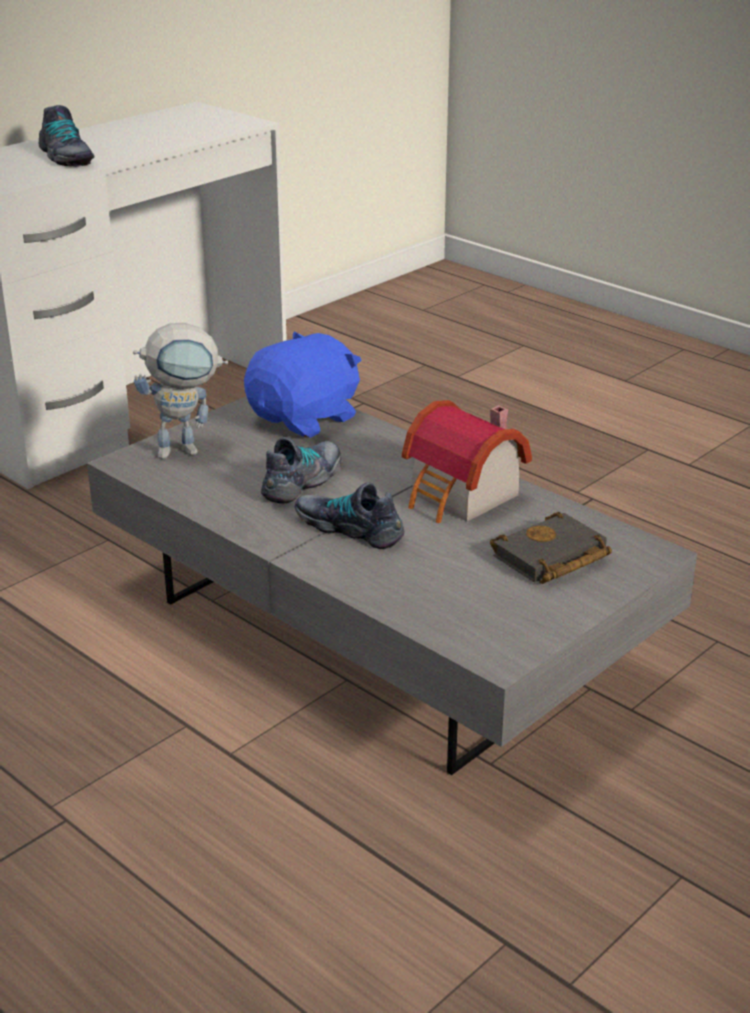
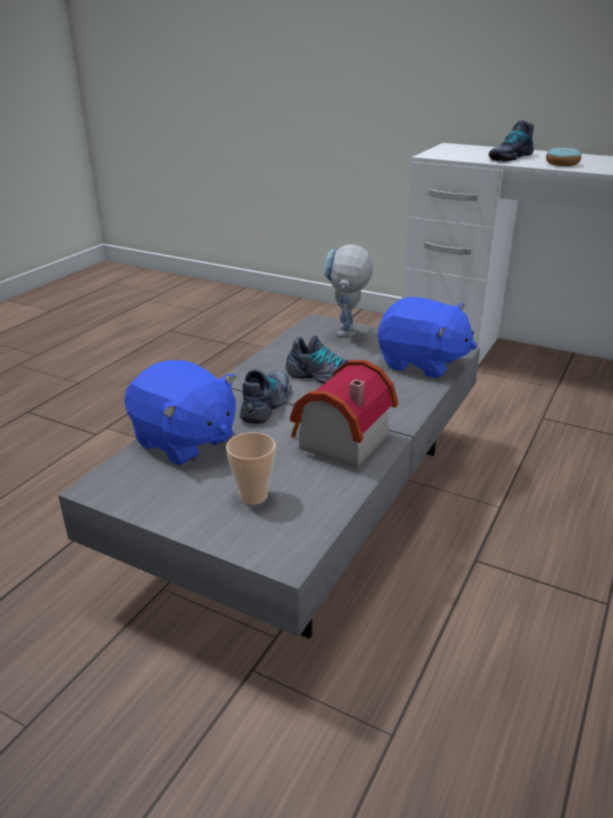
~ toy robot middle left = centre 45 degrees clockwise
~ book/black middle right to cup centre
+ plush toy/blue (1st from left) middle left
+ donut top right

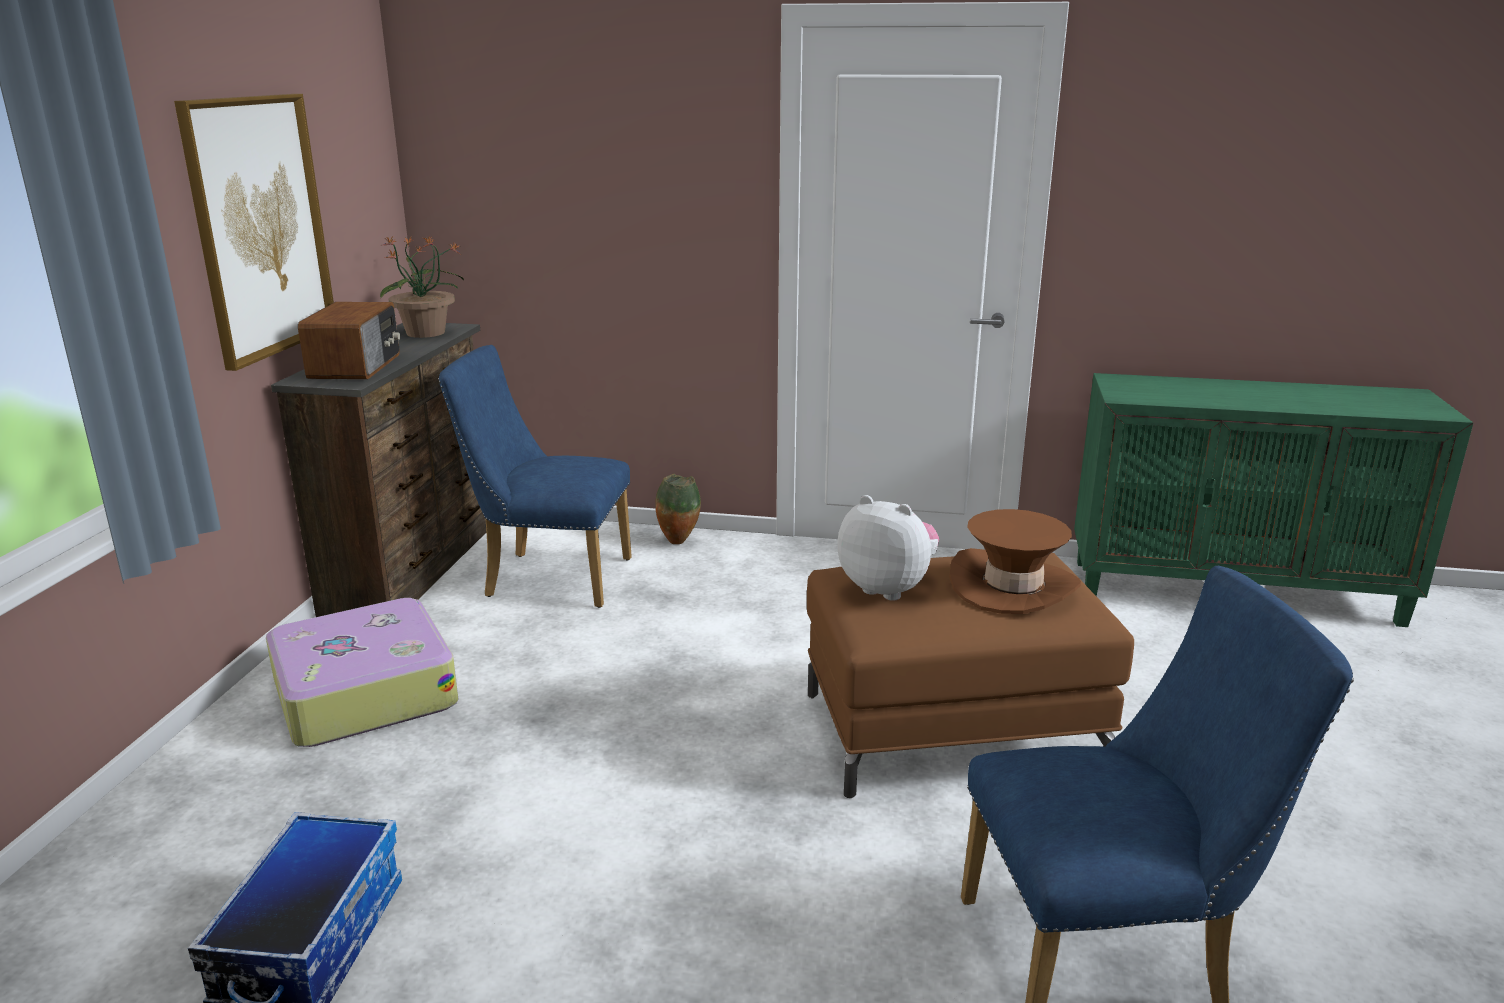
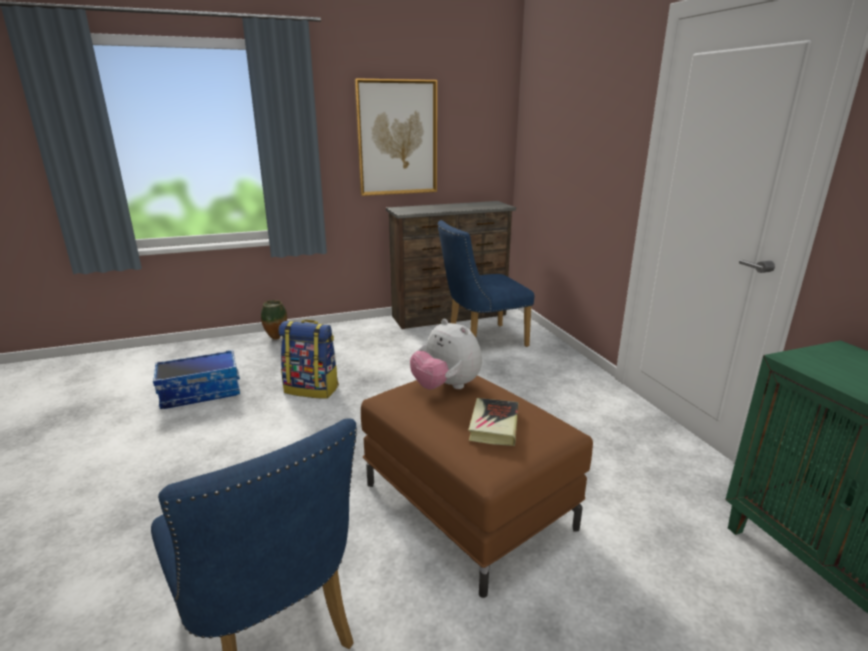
- suitcase bottom left
- radio middle left
- potted plant top left
~ chair/blue (1st from left in the first image) centre = centre 90 degrees counterclockwise
~ vase centre to middle left
~ plush toy centre = centre 135 degrees clockwise
~ hat/brown middle right to book centre
+ backpack centre

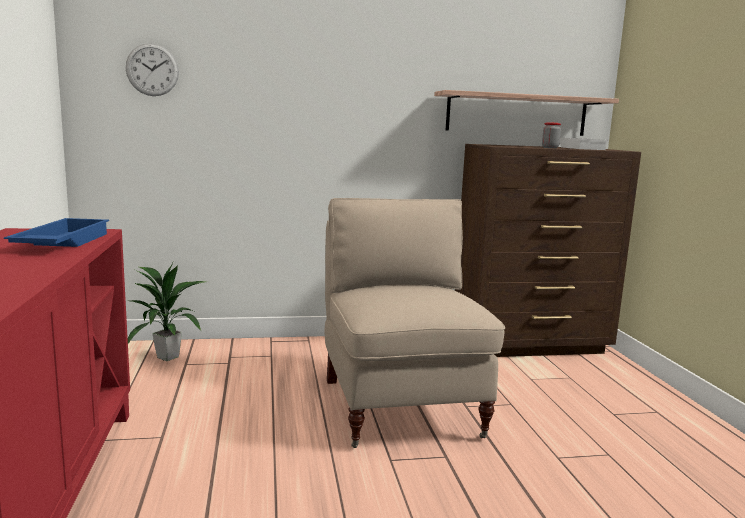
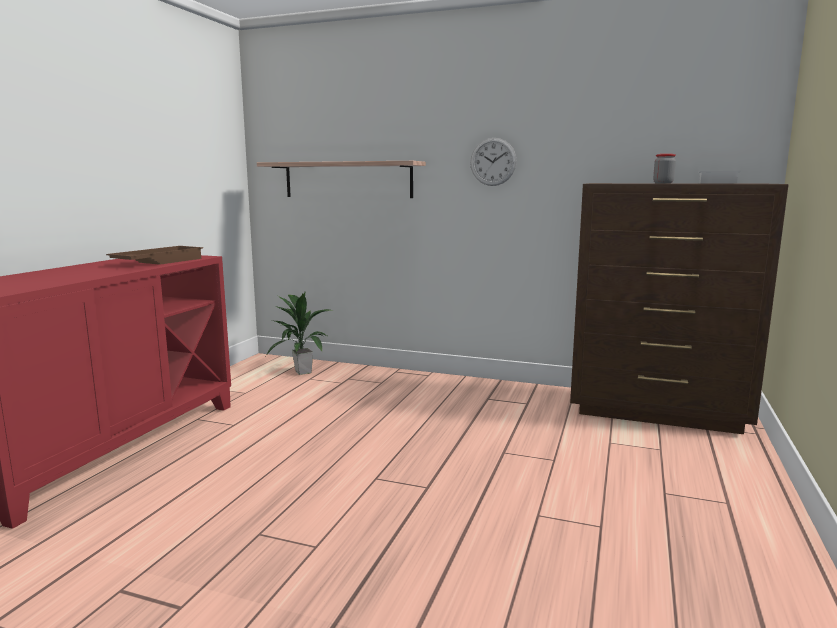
~ tray/blue middle left to tray/brown middle left
~ wall clock top left to top centre
- chair/beige centre
~ shelf top right to top centre

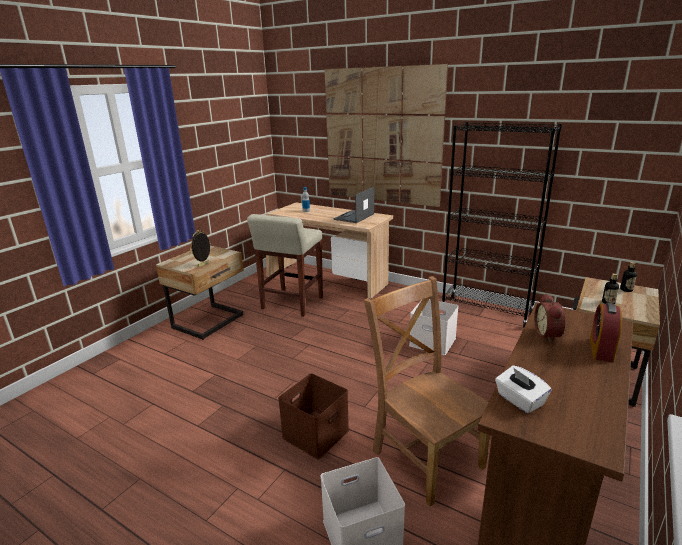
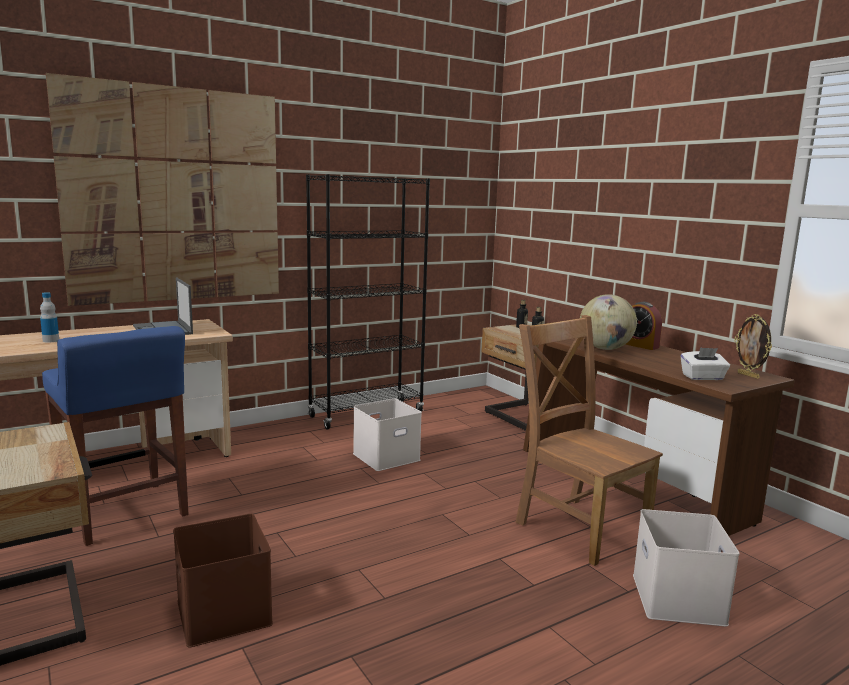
~ picture frame middle left to middle right
~ stool/beige centre to stool/blue middle left
~ storage box/brown bottom centre to bottom left
~ chair/brown bottom centre = middle right 60 degrees clockwise
~ alarm clock (1st from left) middle right to globe middle right

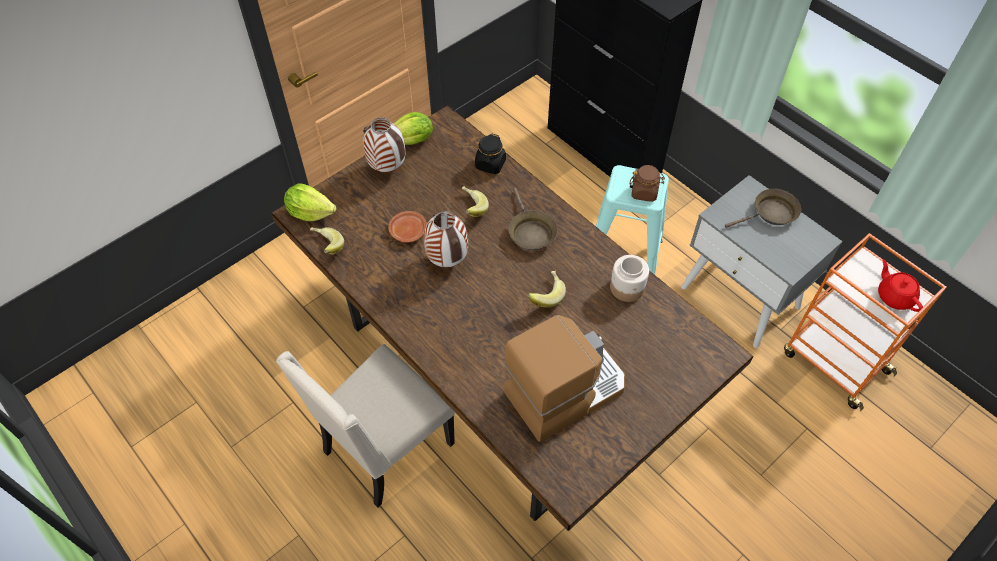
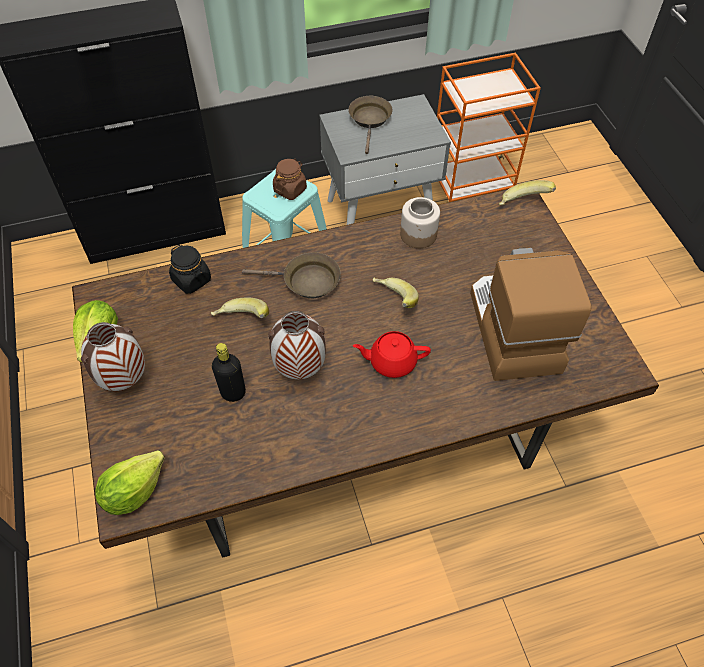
- chair/beige bottom centre
~ banana (1st from left in the first image) middle left to banana (3rd from left) top right
~ plate/brown centre to bottle/black middle left
~ teapot/red middle right to centre

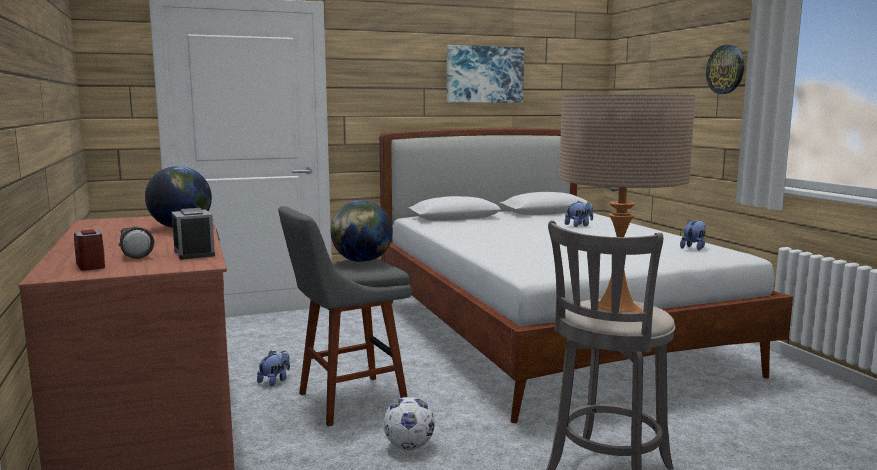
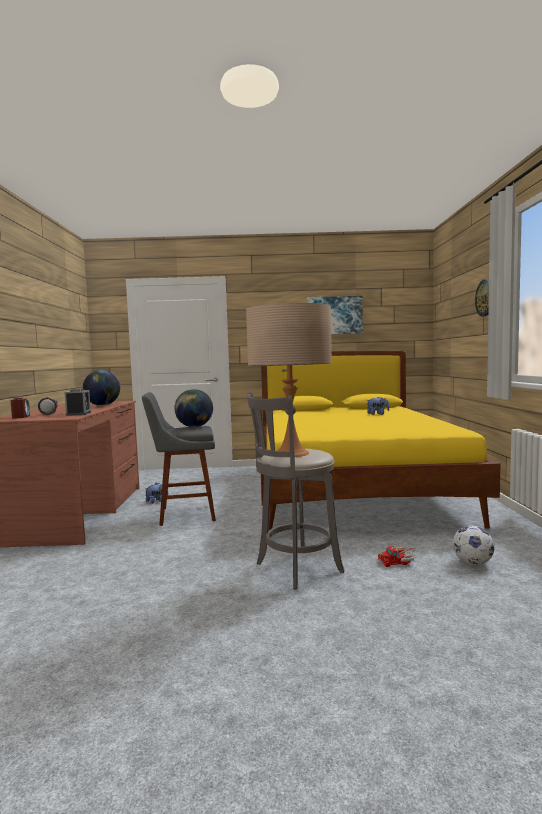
~ bed/white middle right to bed/yellow middle right
~ football bottom centre to bottom right
- plush toy (3rd from left) middle right
+ toy truck bottom right

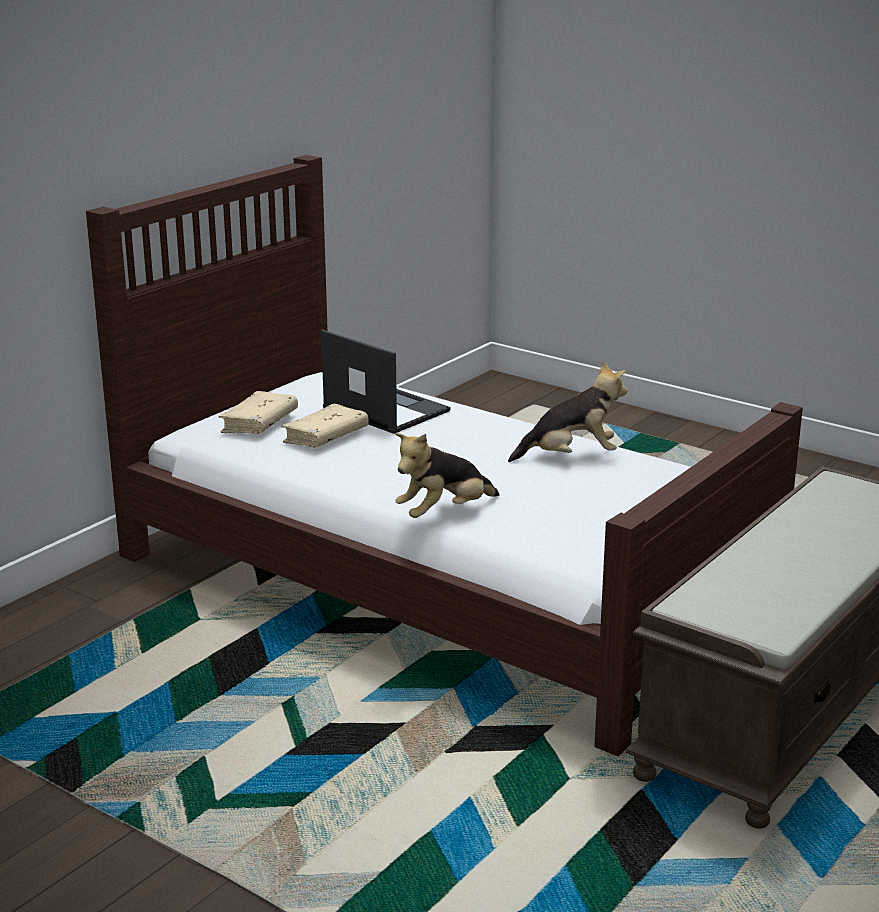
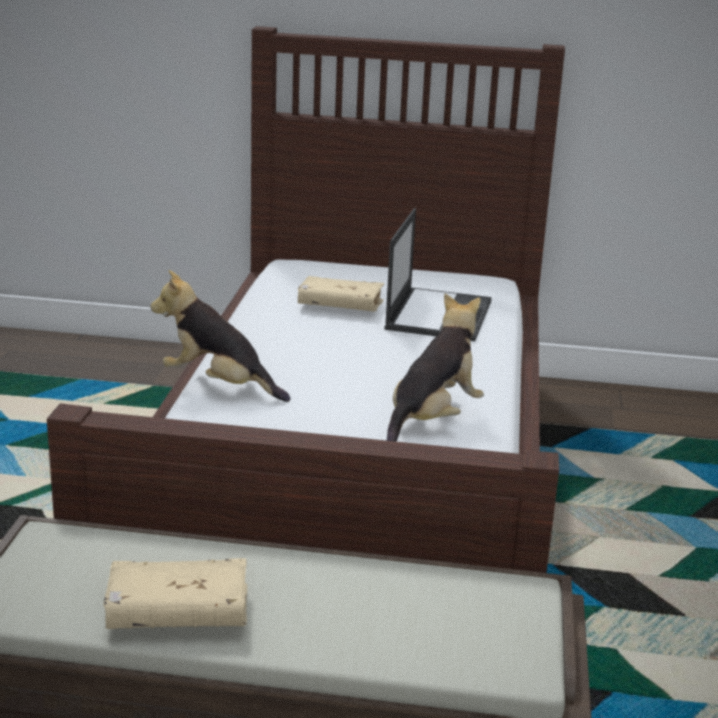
~ book/beige (1st from left) middle left to bottom left
~ plush toy (2nd from left) centre = centre 105 degrees counterclockwise

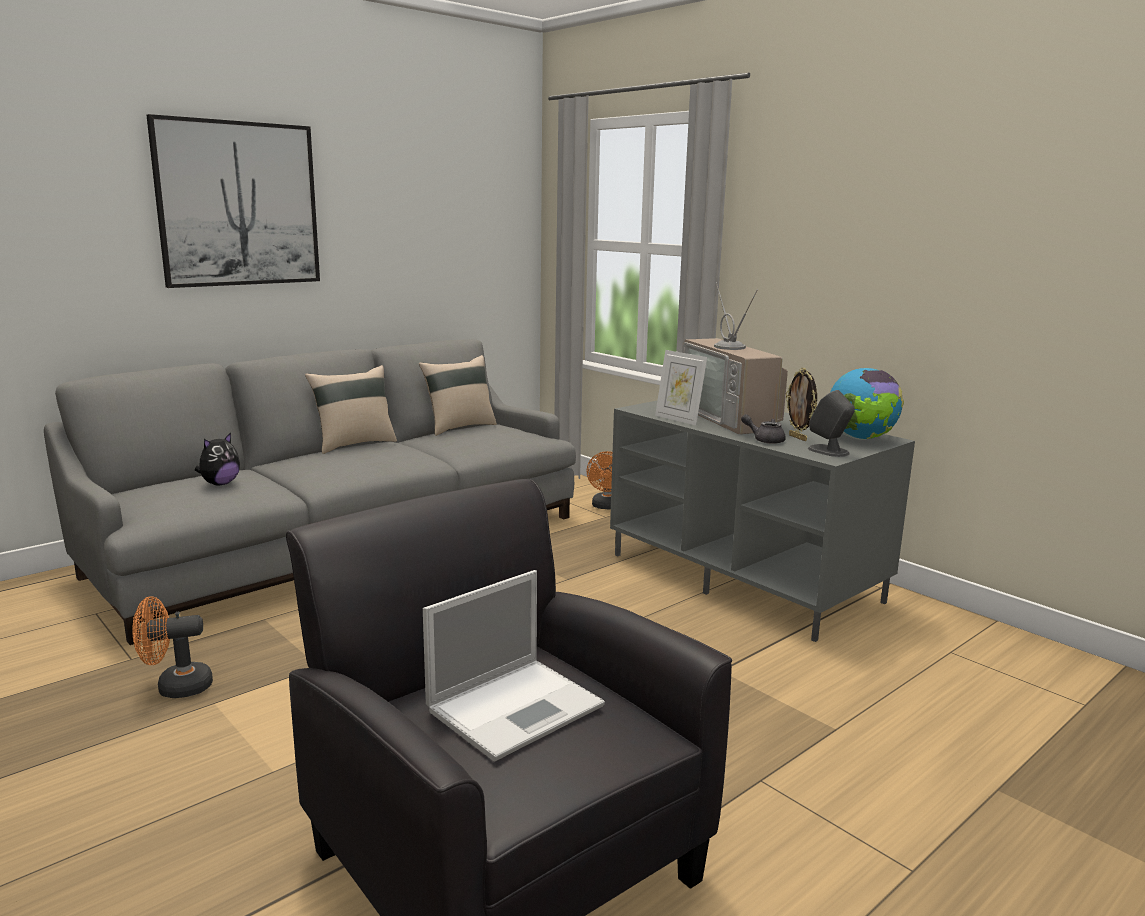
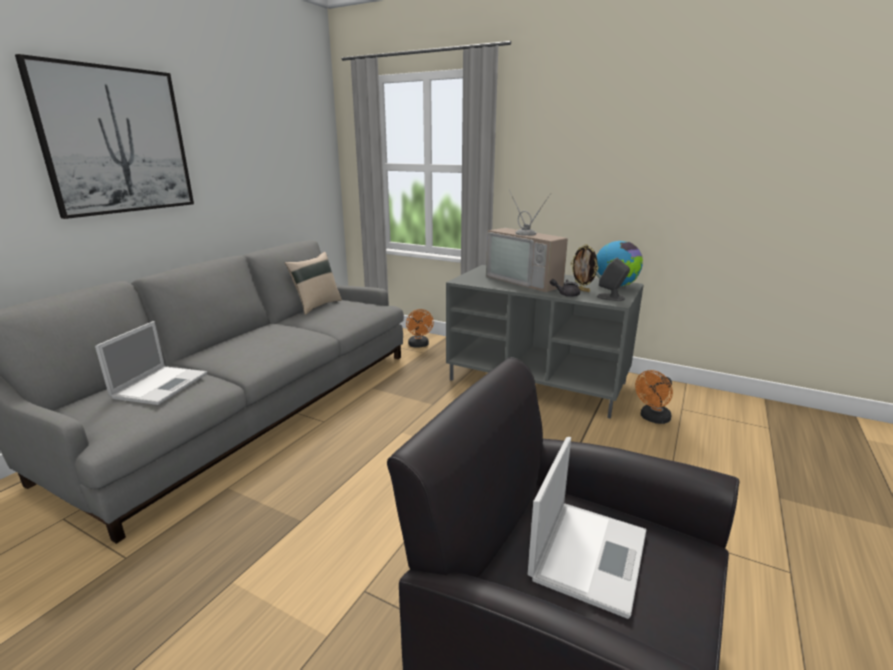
~ fan/orange (1st from left in the first image) bottom left to fan/orange (2nd from left) middle right
~ plush toy middle left to laptop (1st from left) middle left
- pillow/beige (1st from left) middle left
- picture frame (1st from left) centre

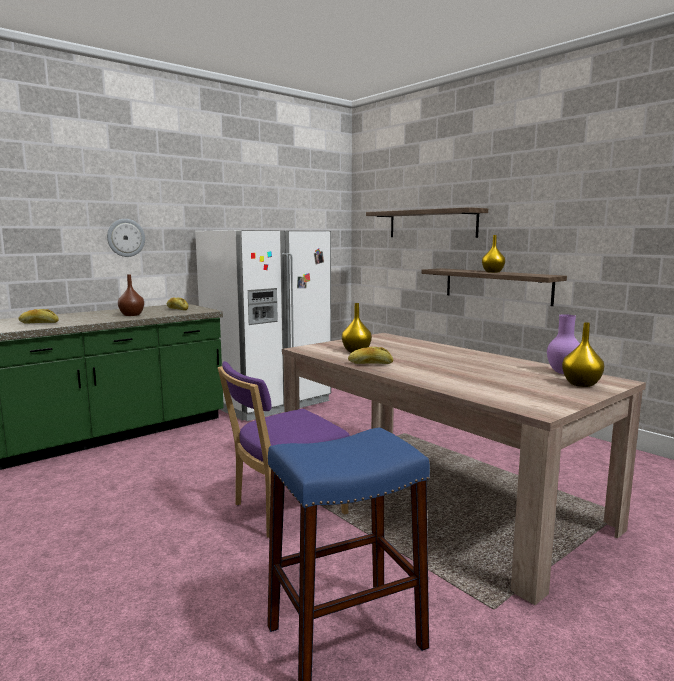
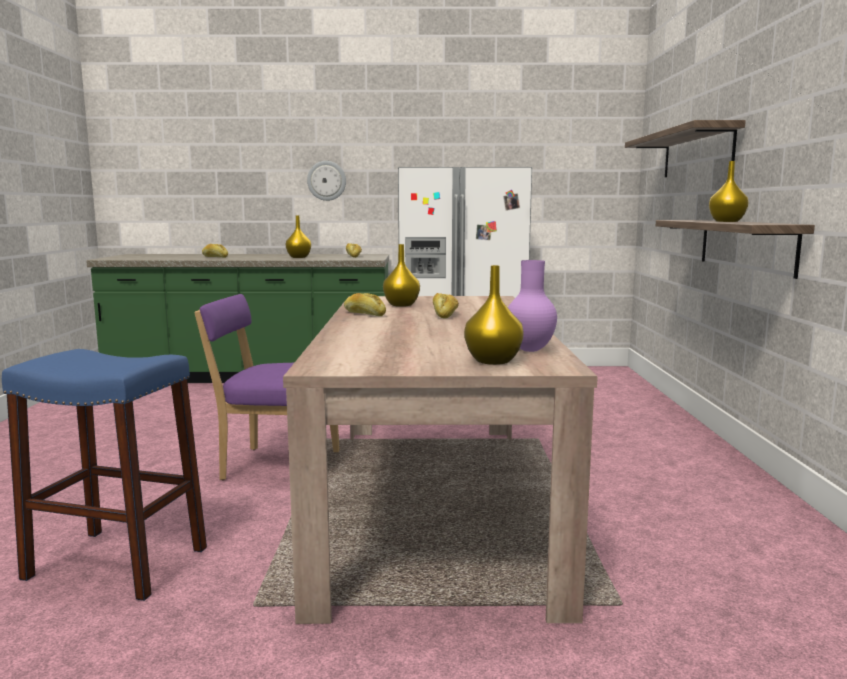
~ vase/brown middle left to vase/yellow (1st from left) centre
+ bread (4th from left) centre

